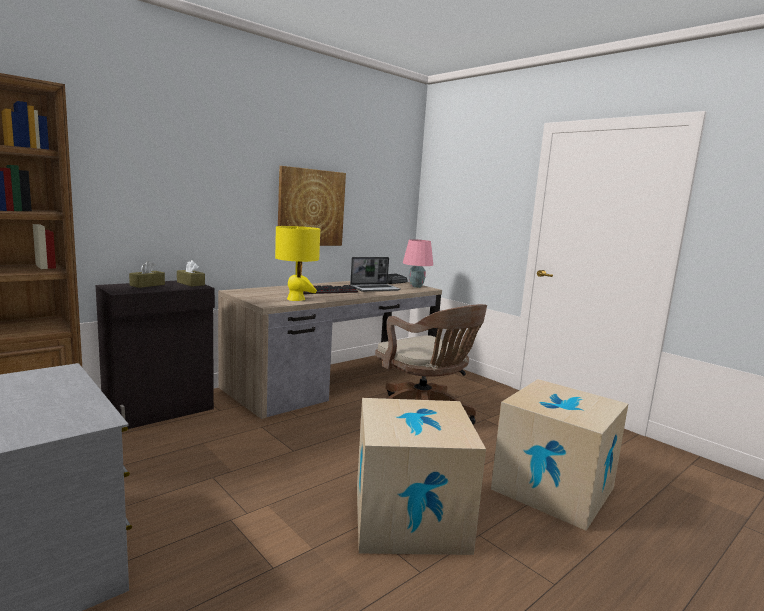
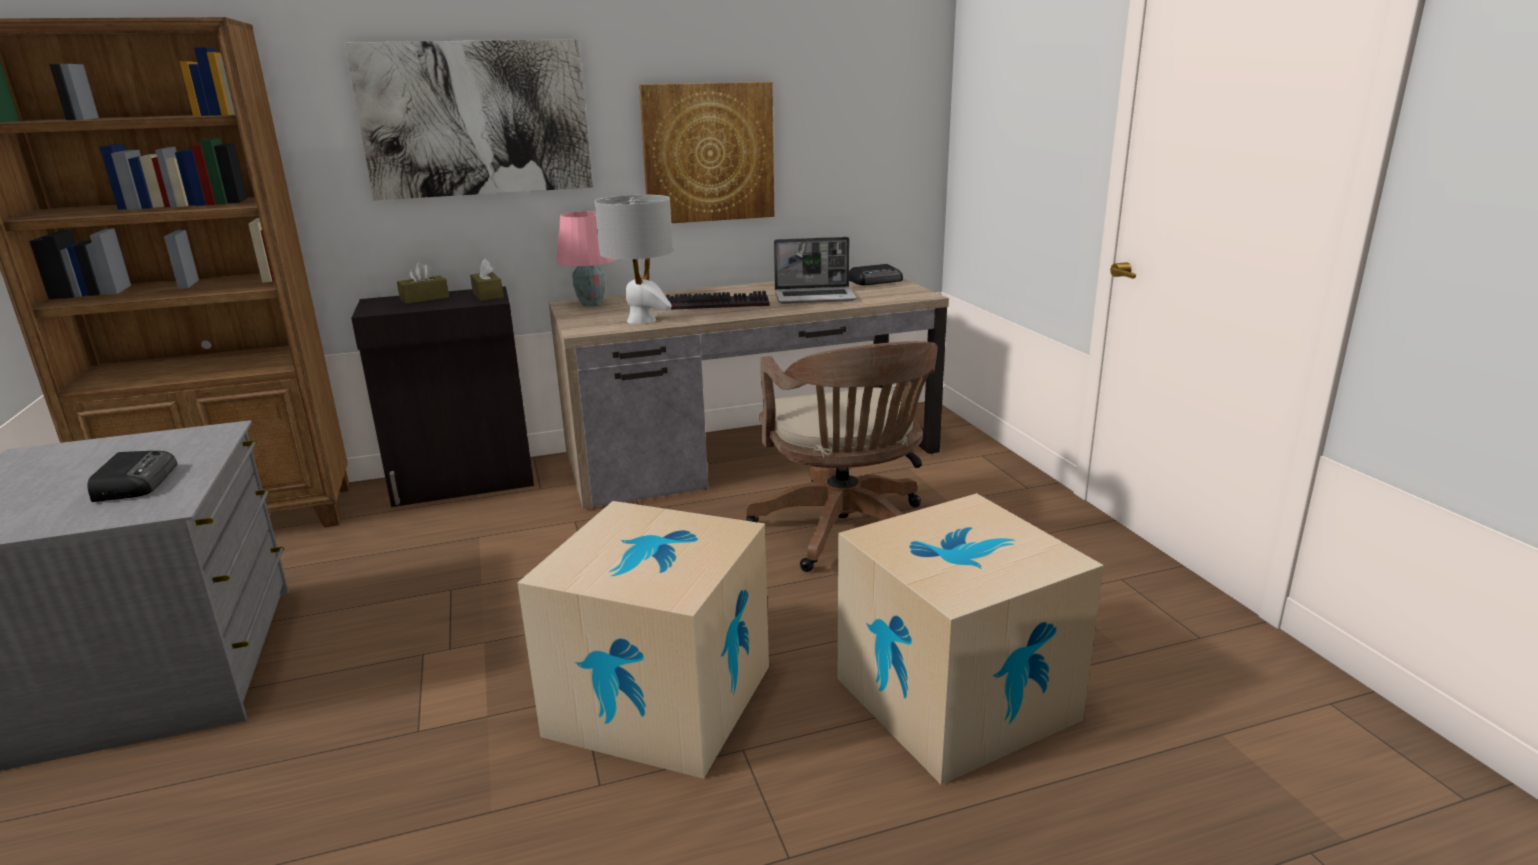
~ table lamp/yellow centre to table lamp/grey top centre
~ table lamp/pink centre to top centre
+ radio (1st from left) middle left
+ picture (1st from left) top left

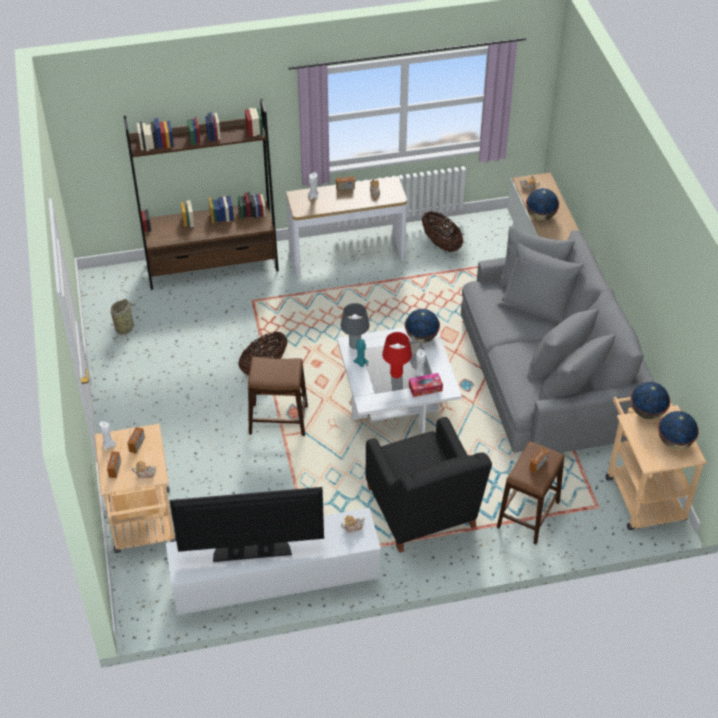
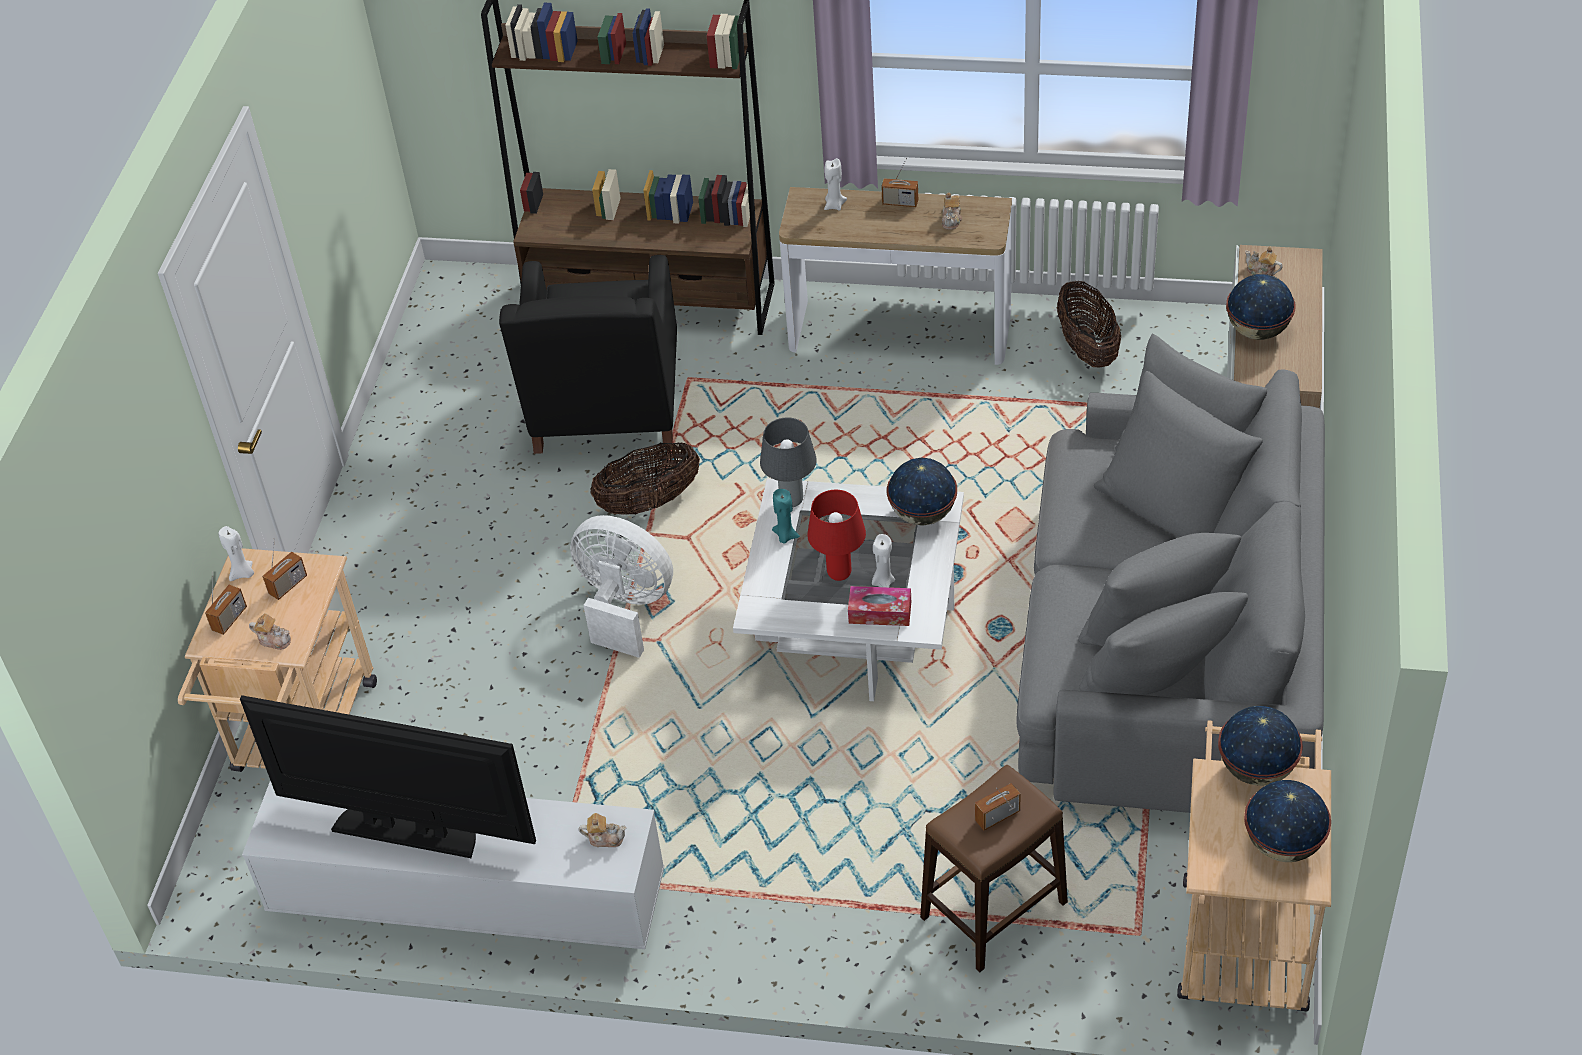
- basket (1st from left) middle left
~ stool/brown (1st from left) centre to fan/white centre
~ armchair/black bottom centre to centre

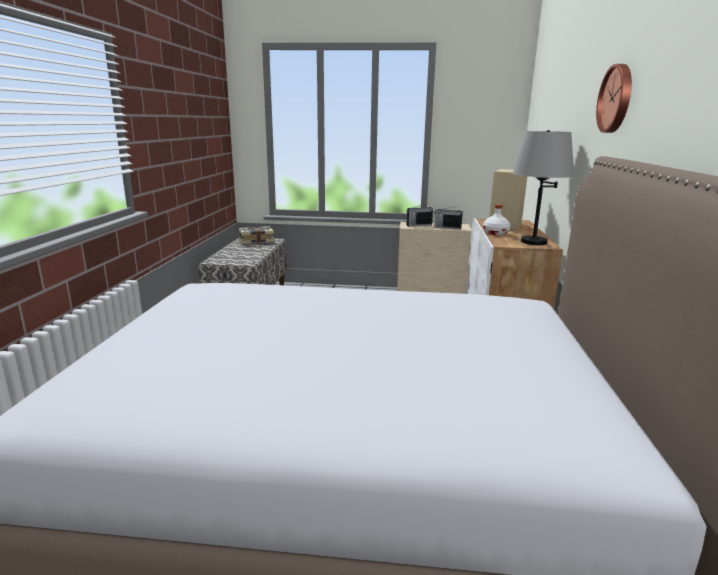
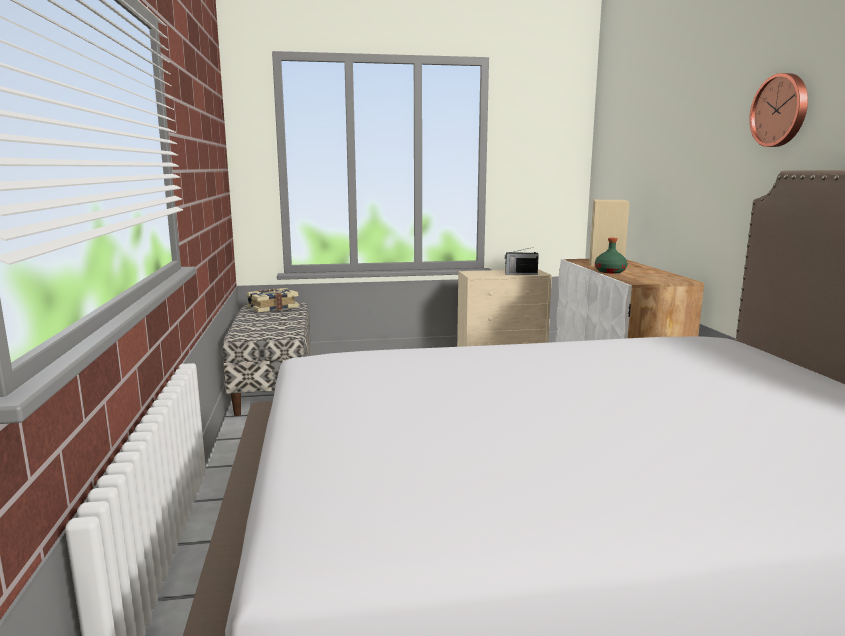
- radio (1st from left) centre
~ bottle/white middle right to bottle/green middle right
- table lamp/grey top right

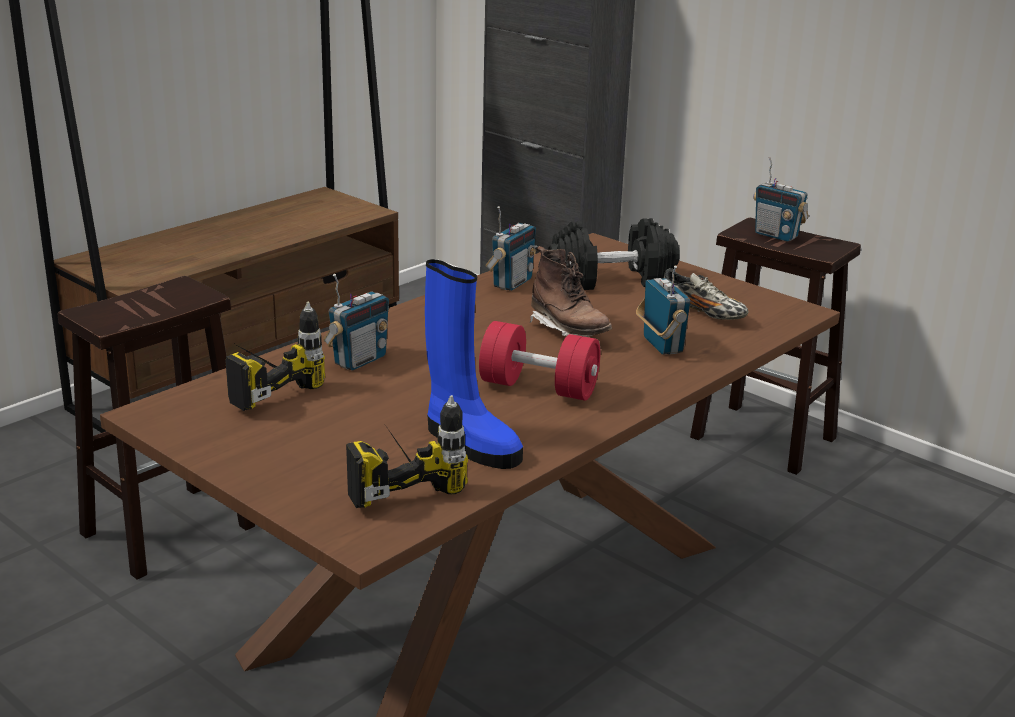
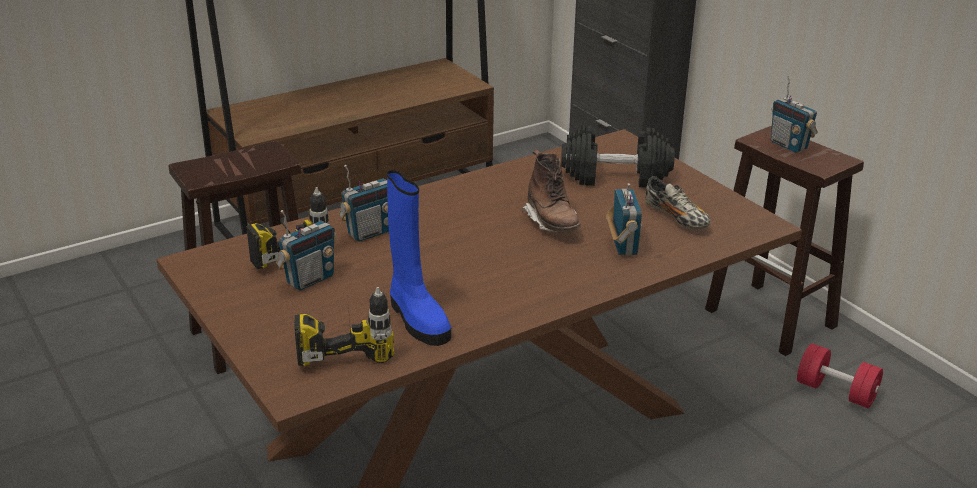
~ dumbbell/red centre to bottom right
~ radio (2nd from left in the first image) centre to radio (1st from left) middle left

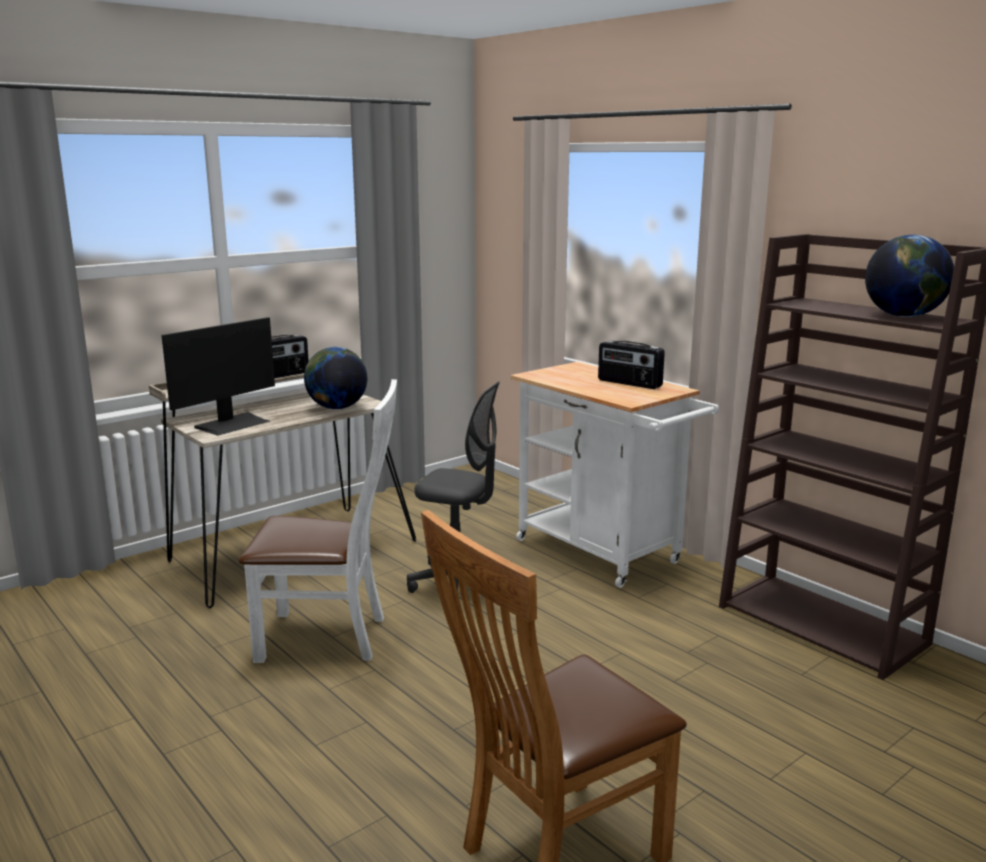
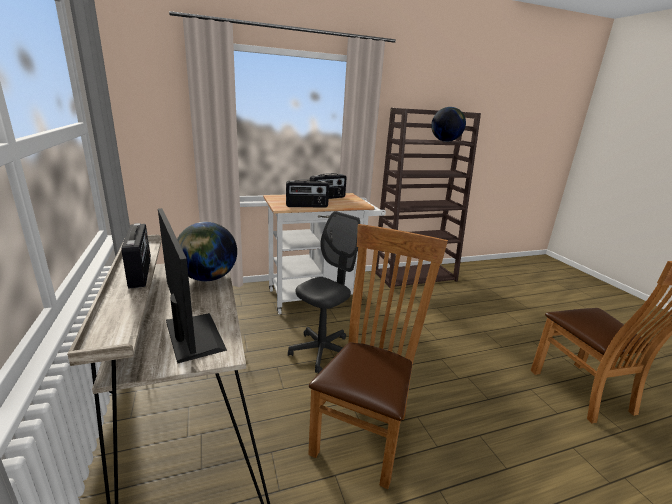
~ chair/white middle left to chair/brown (1st from left) bottom centre
+ radio (2nd from left) centre

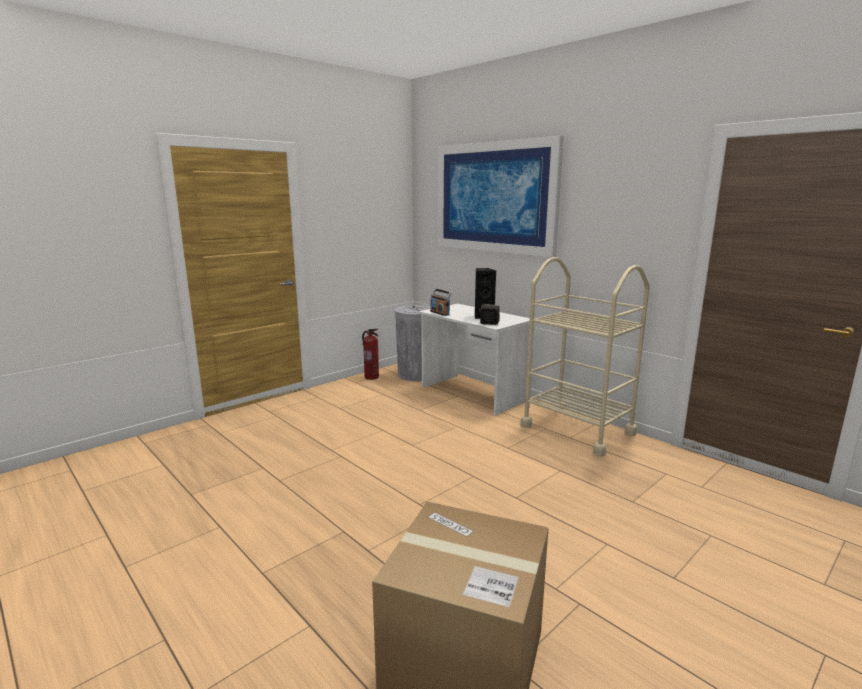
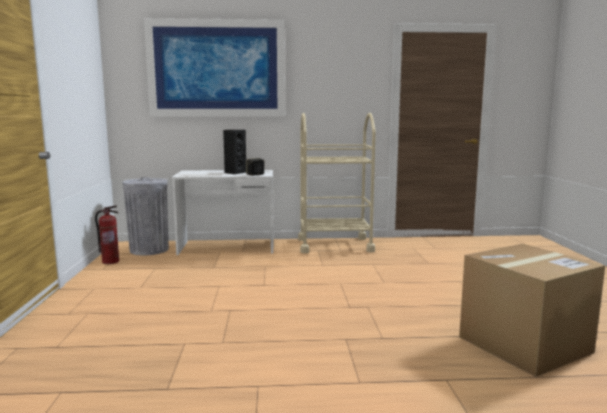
- radio centre

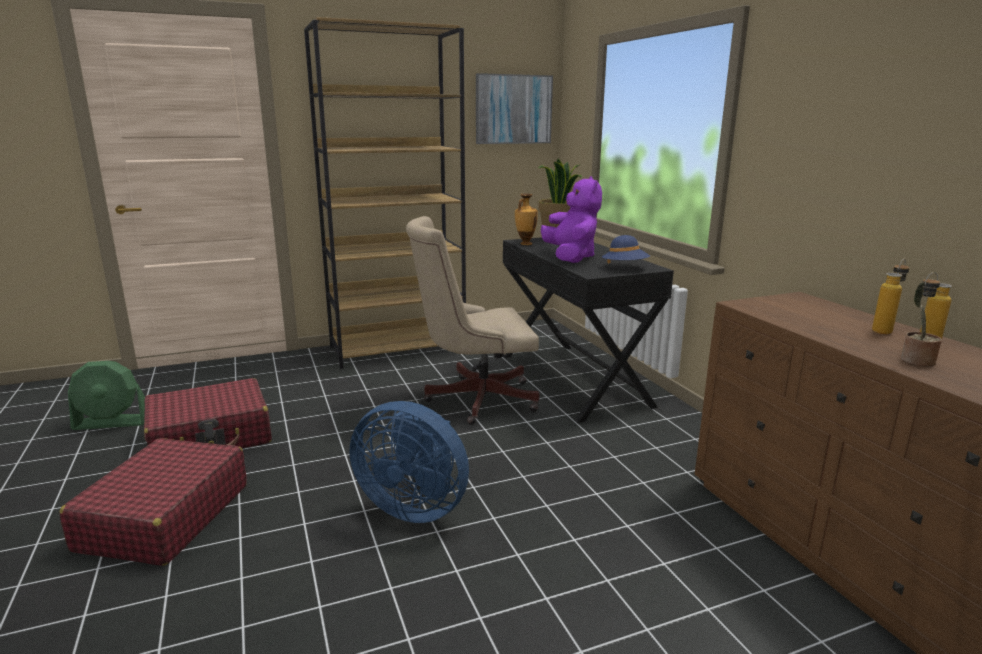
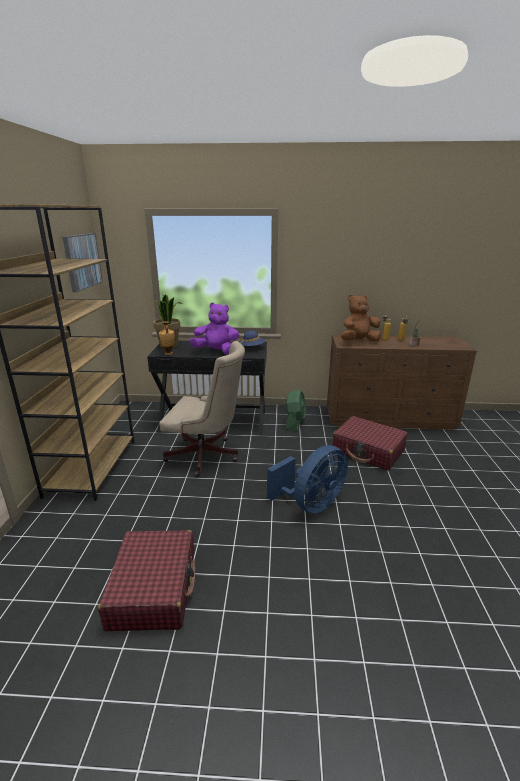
~ suitcase/red (1st from left in the first image) bottom left to suitcase/red (2nd from left) middle right
~ fan/green middle left to centre
~ office chair/beige centre = centre 90 degrees counterclockwise
+ plush toy/brown middle right

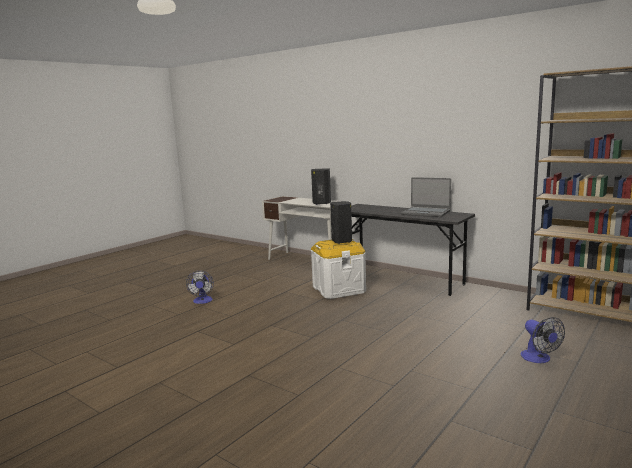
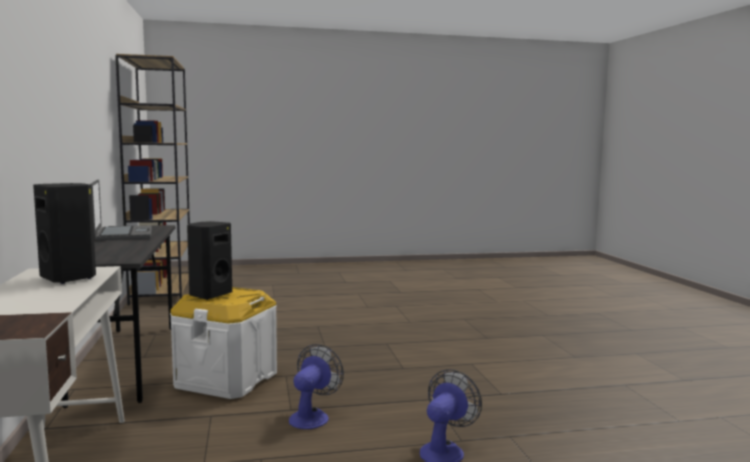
~ fan (2nd from left in the first image) bottom right to fan (1st from left) bottom centre

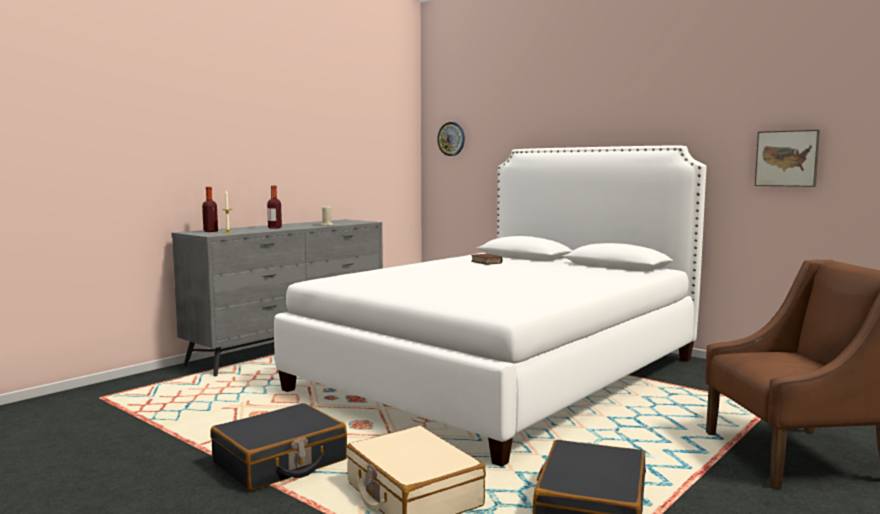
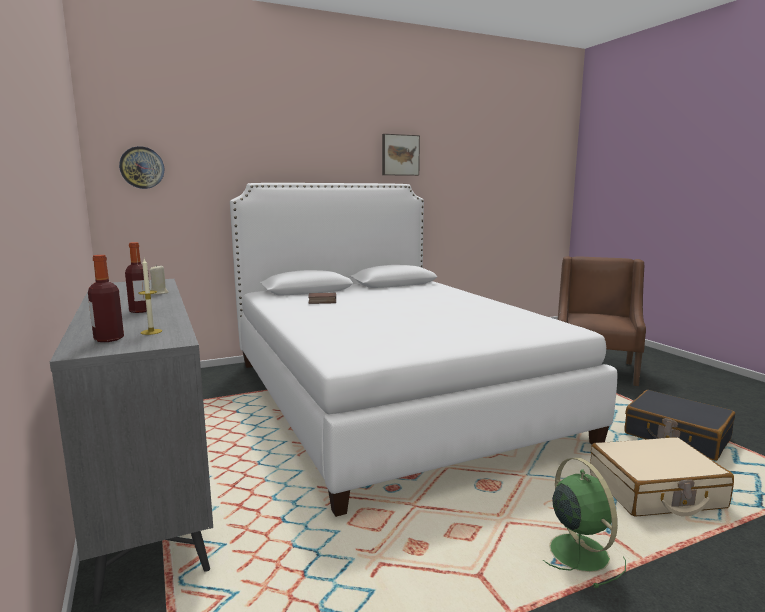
~ suitcase/black (1st from left) bottom left to fan/green bottom right
~ picture top right to top centre

